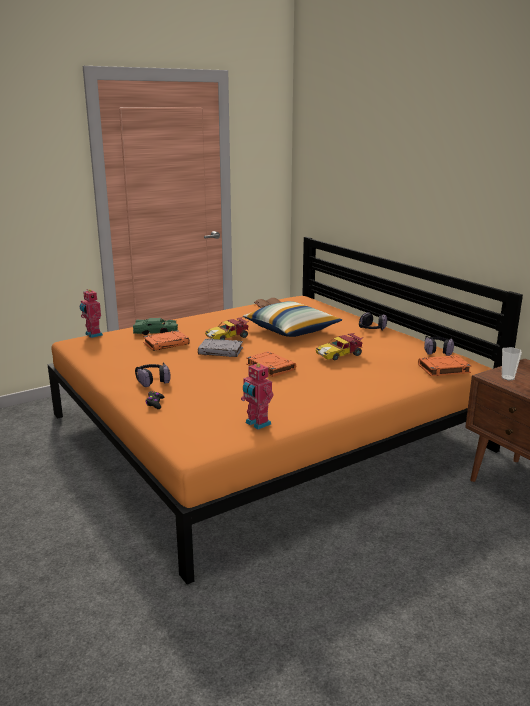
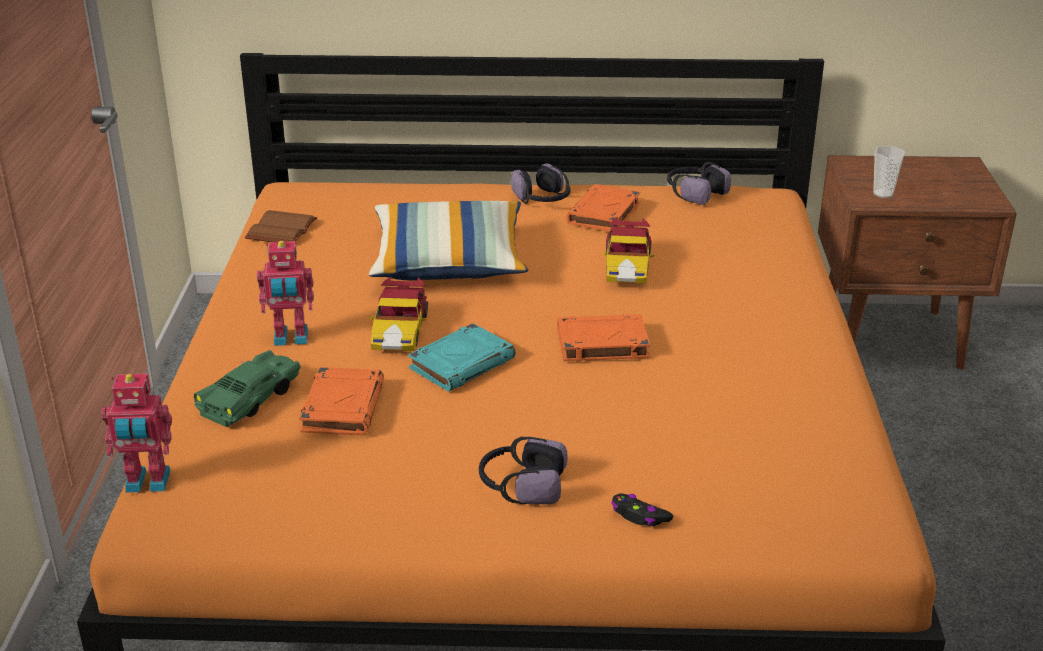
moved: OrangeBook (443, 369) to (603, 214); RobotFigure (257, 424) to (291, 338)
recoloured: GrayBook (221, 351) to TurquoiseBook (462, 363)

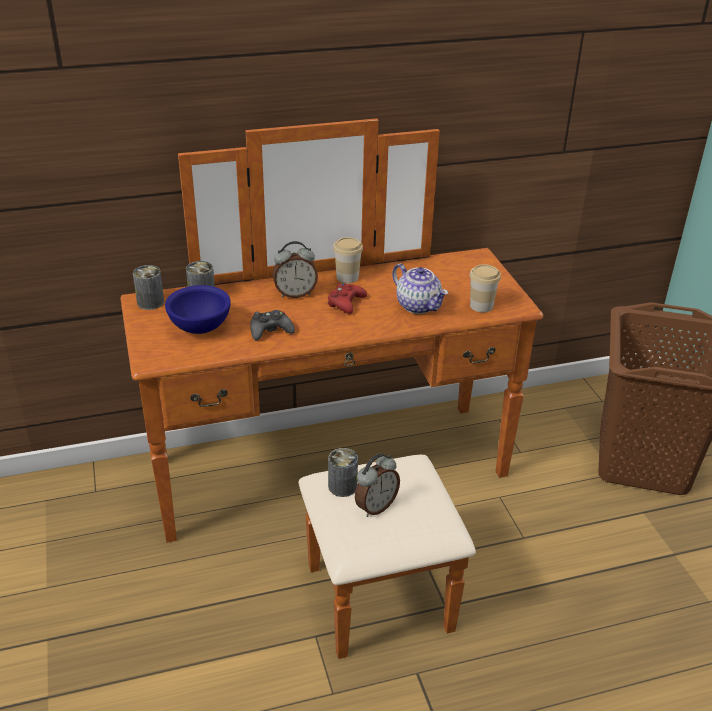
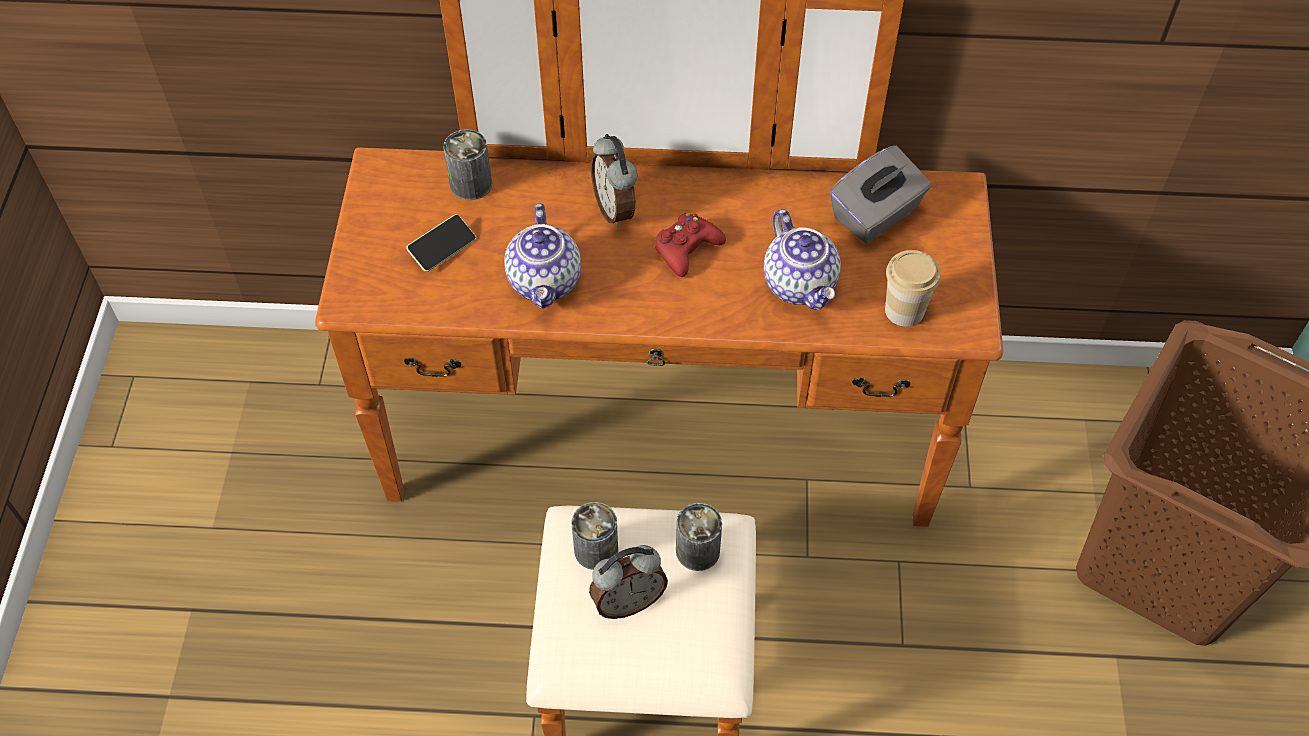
removed: DrinkingCup (347, 277)
added: GrayTissueHolder (876, 215)
moved: MetalCan (150, 302) to (697, 551)
replaced: BlueServingBowl (199, 328) to Telephone (443, 249); BlackishGameController (270, 330) to PotForTea (546, 282)
turned: TableClock (295, 294) = (615, 209) 60 degrees clockwise

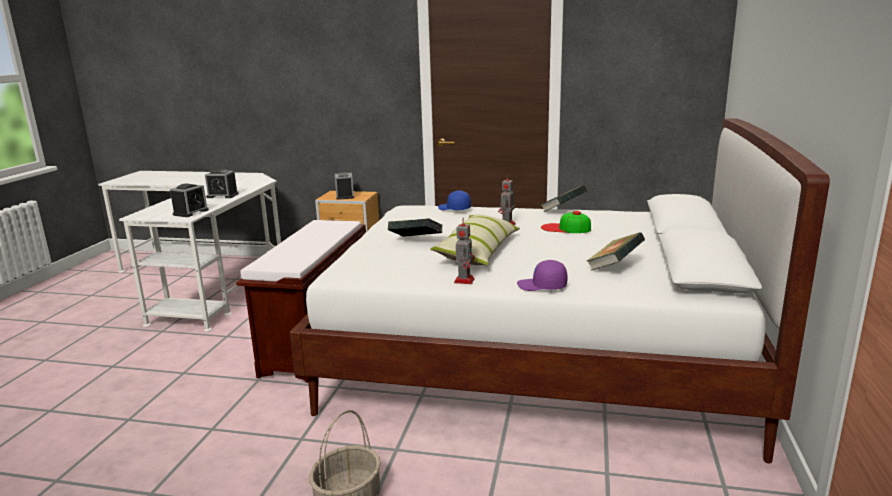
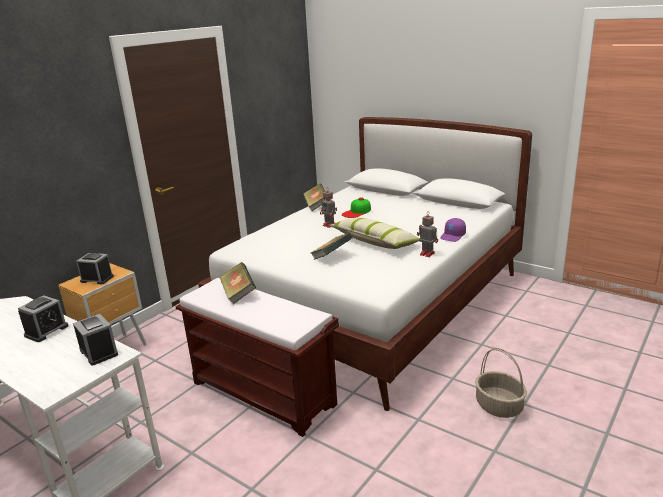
removed: BlueCap (454, 209)
moved: Book (614, 267) to (238, 294)

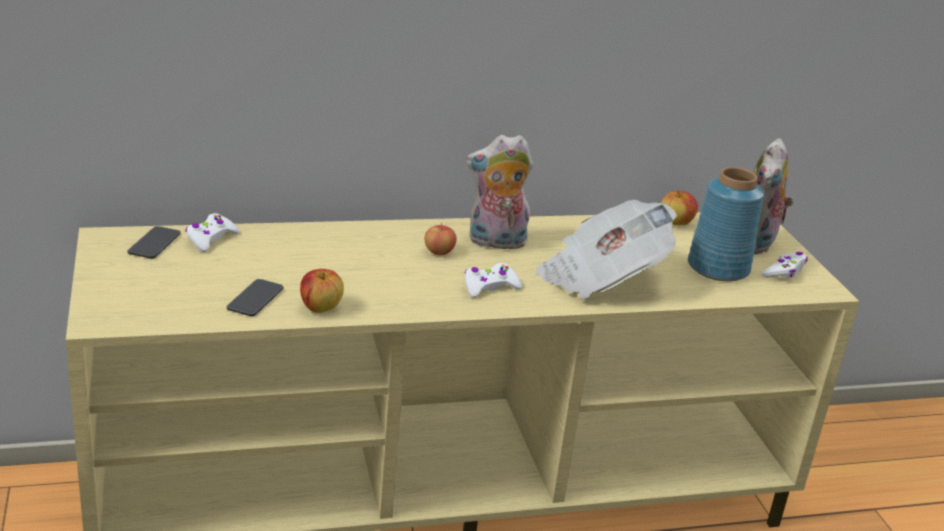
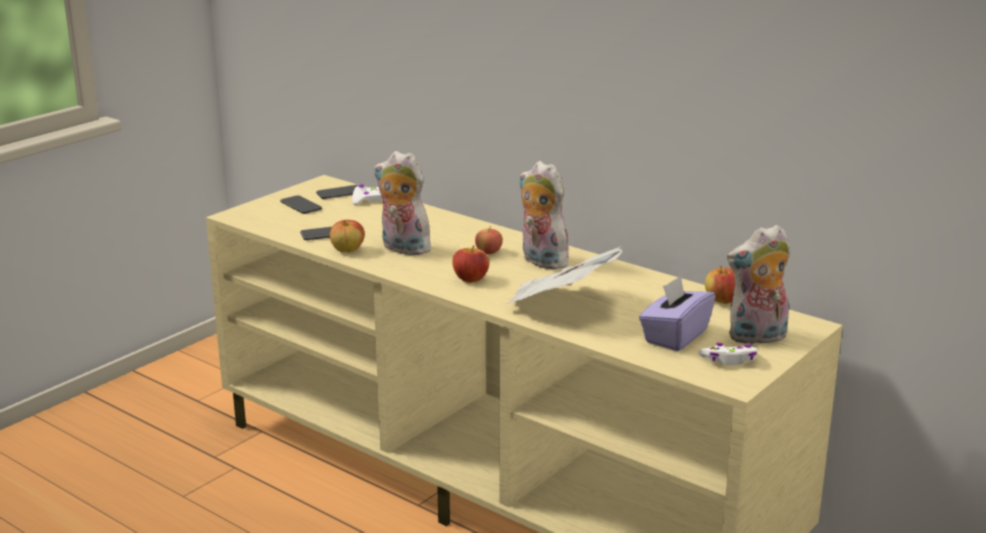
added: CuddlyToy (402, 248); Telephone (301, 206)
replaced: BlueDecorativeVase (719, 268) to PurpleColouredTissueHolder (675, 336); WhiteGameController (489, 287) to WholeApple (470, 279)

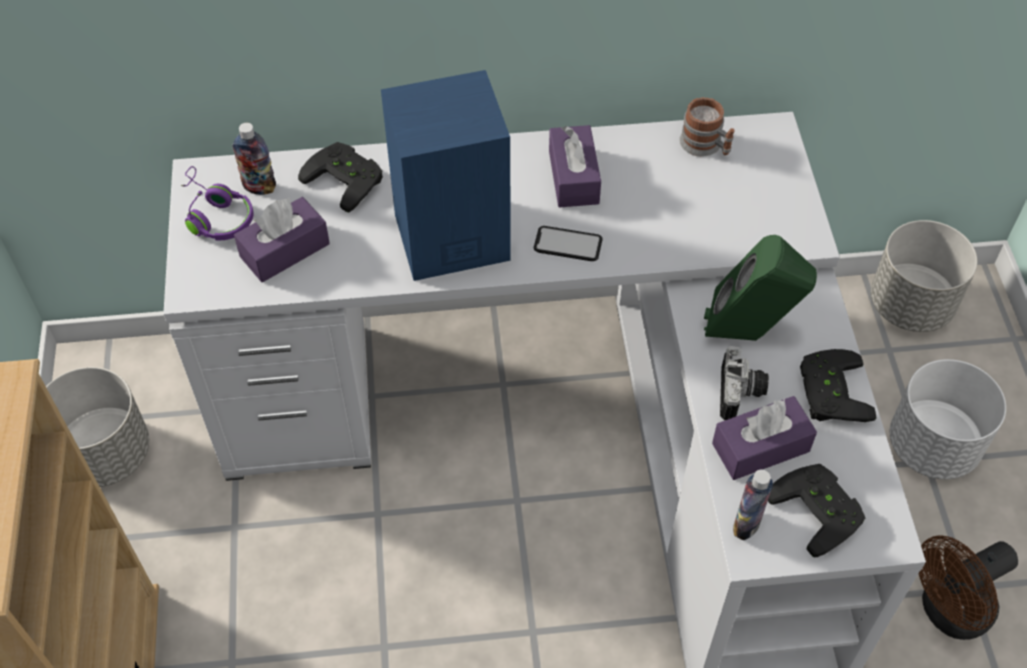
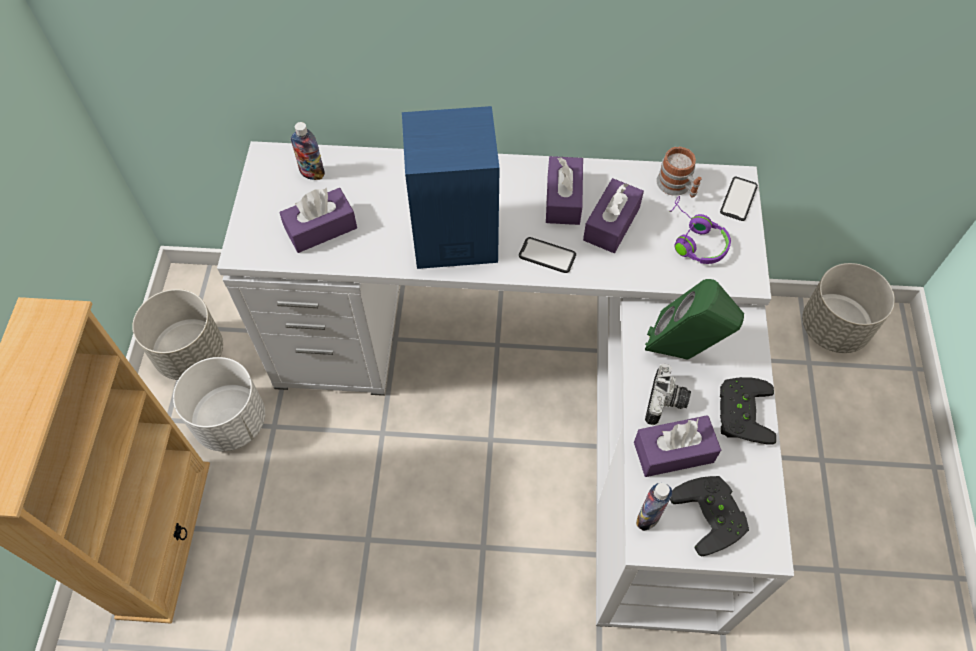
removed: BlackishGameController (347, 178); BrownishCoolingFan (948, 613)
added: Telephone (738, 199); PurpleColouredTissueHolder (611, 224)
moved: PurpleColouredPairOfHeadphones (215, 215) to (694, 240); WhitePlantPot (933, 445) to (231, 421)

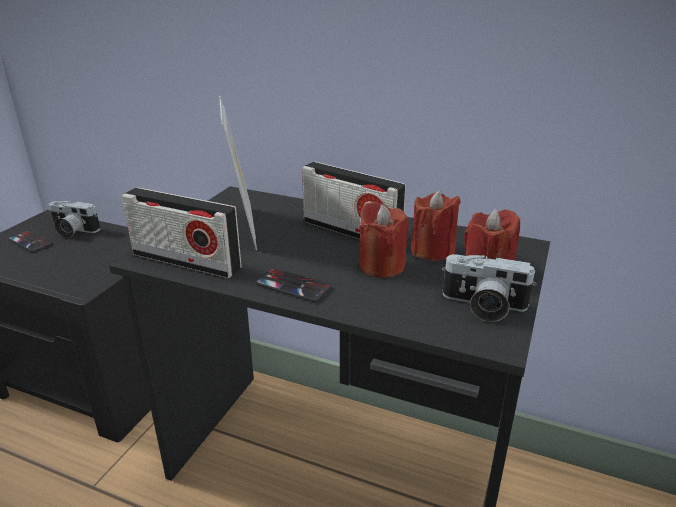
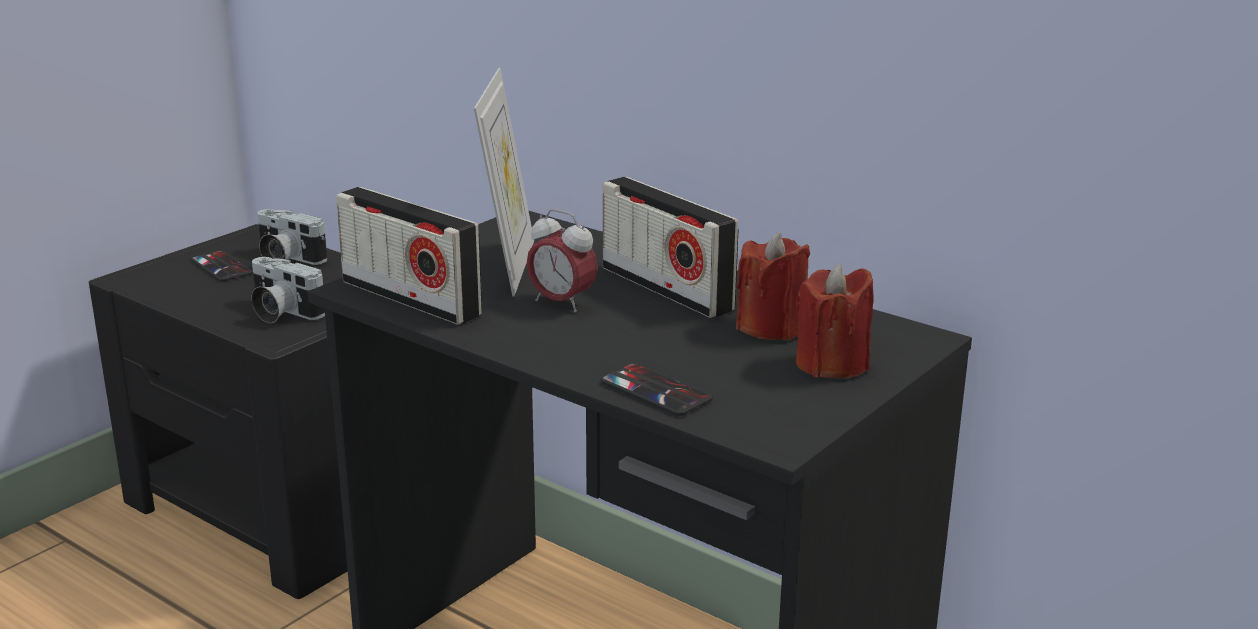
removed: RedWaxCandle (381, 266)
added: TableClock (562, 303)
moved: StillCamera (483, 306) to (281, 312); Telephone (293, 285) to (656, 391)

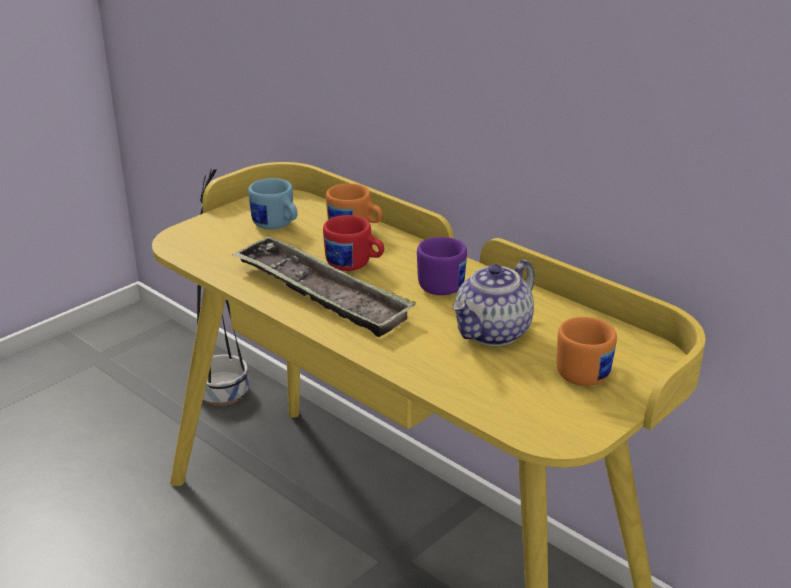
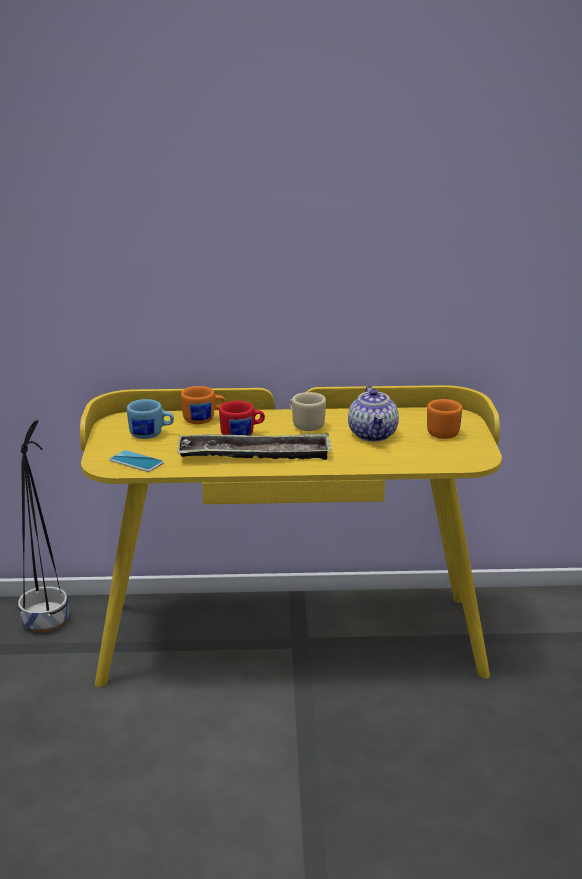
added: Telephone (136, 462)
recoloured: PurpleColouredCoffeeMug (442, 283) to SandColouredCoffeeMug (305, 425)

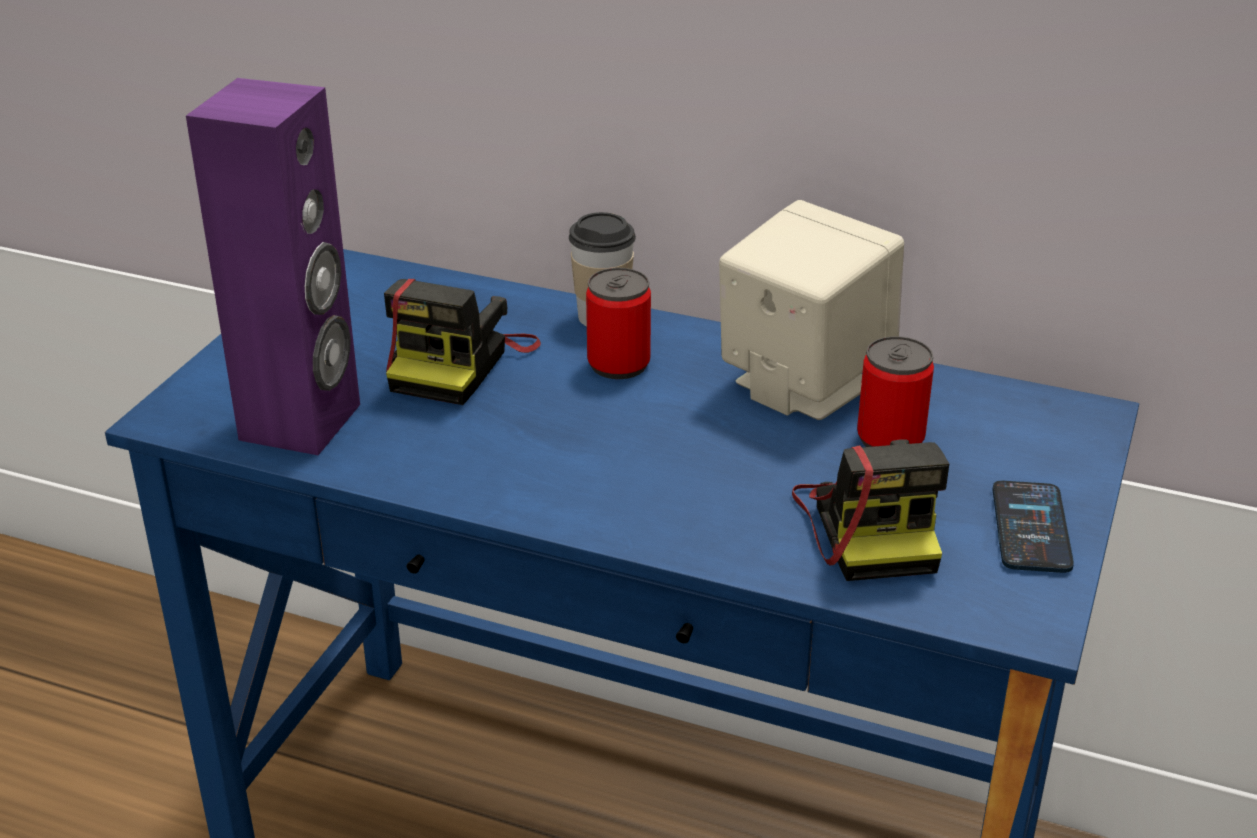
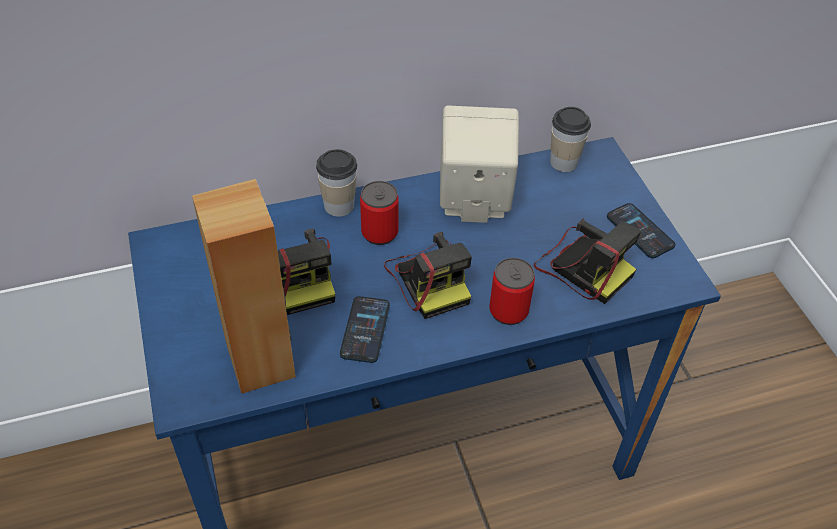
added: DrinkingCup (563, 162); StillCamera (429, 279); Telephone (365, 330)
moved: MetalCan (890, 439) to (508, 311)
recoloured: PurpleColouredAudioSpeaker (302, 422) to BrownishAudioSpeaker (262, 361)

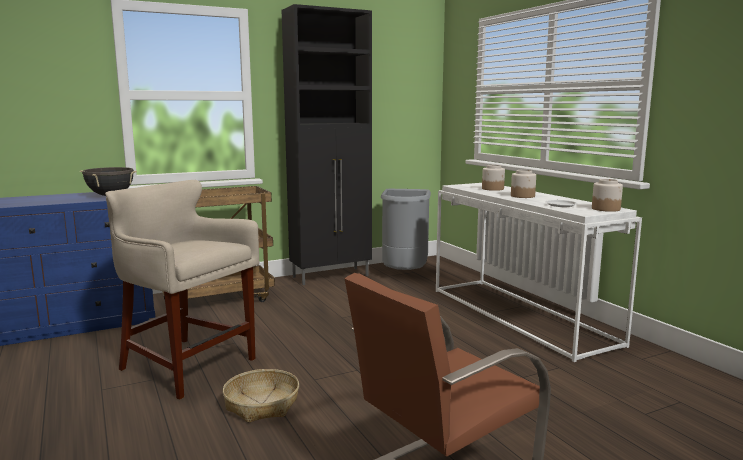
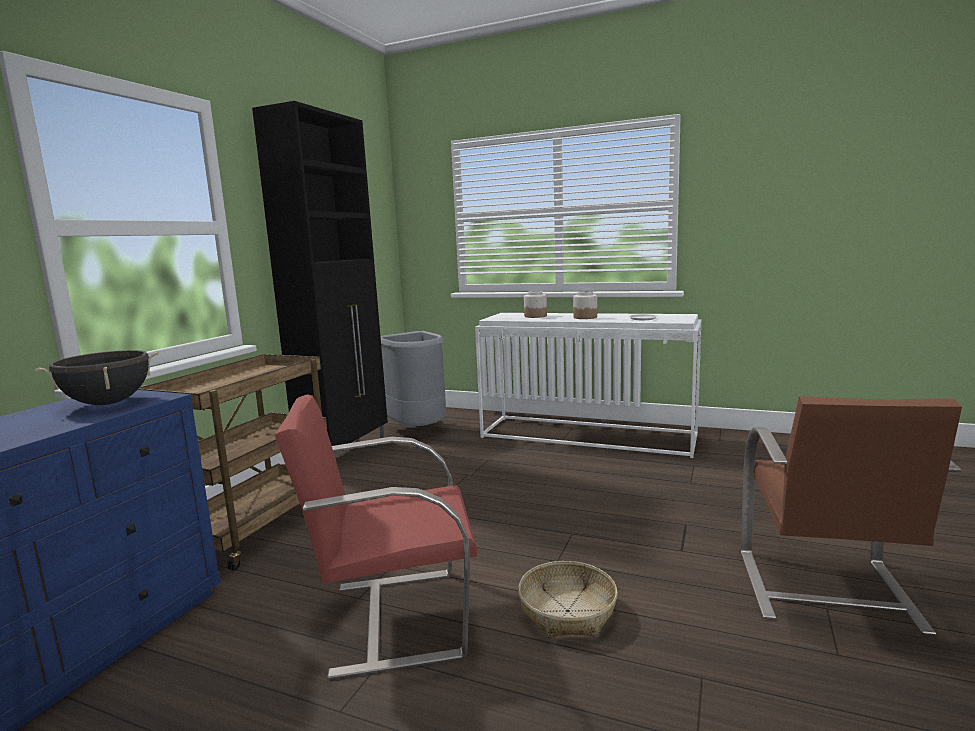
removed: PreserveJar (606, 209)
replaced: SandColouredStool (187, 366) to RedUprightChair (393, 618)

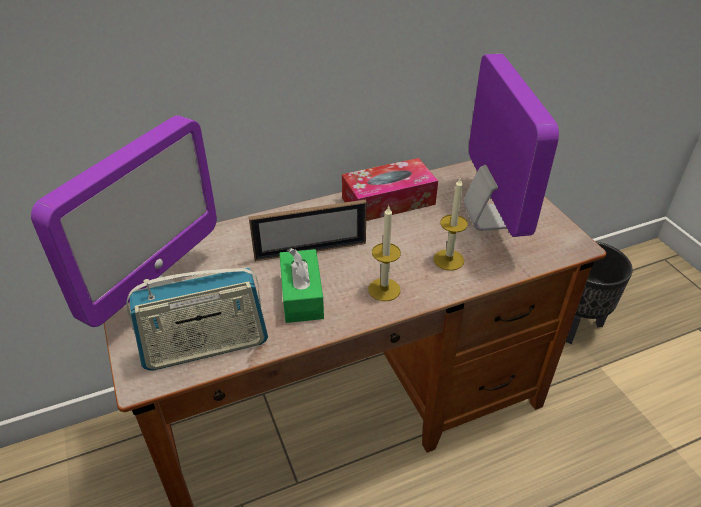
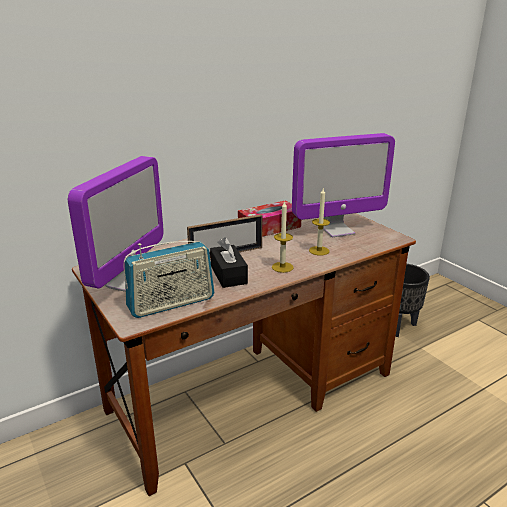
recoloured: GreenishTissueHolder (302, 296) to BlackishTissueHolder (228, 274)
turned: ComputerScreen (488, 218) = (337, 230) 90 degrees clockwise

